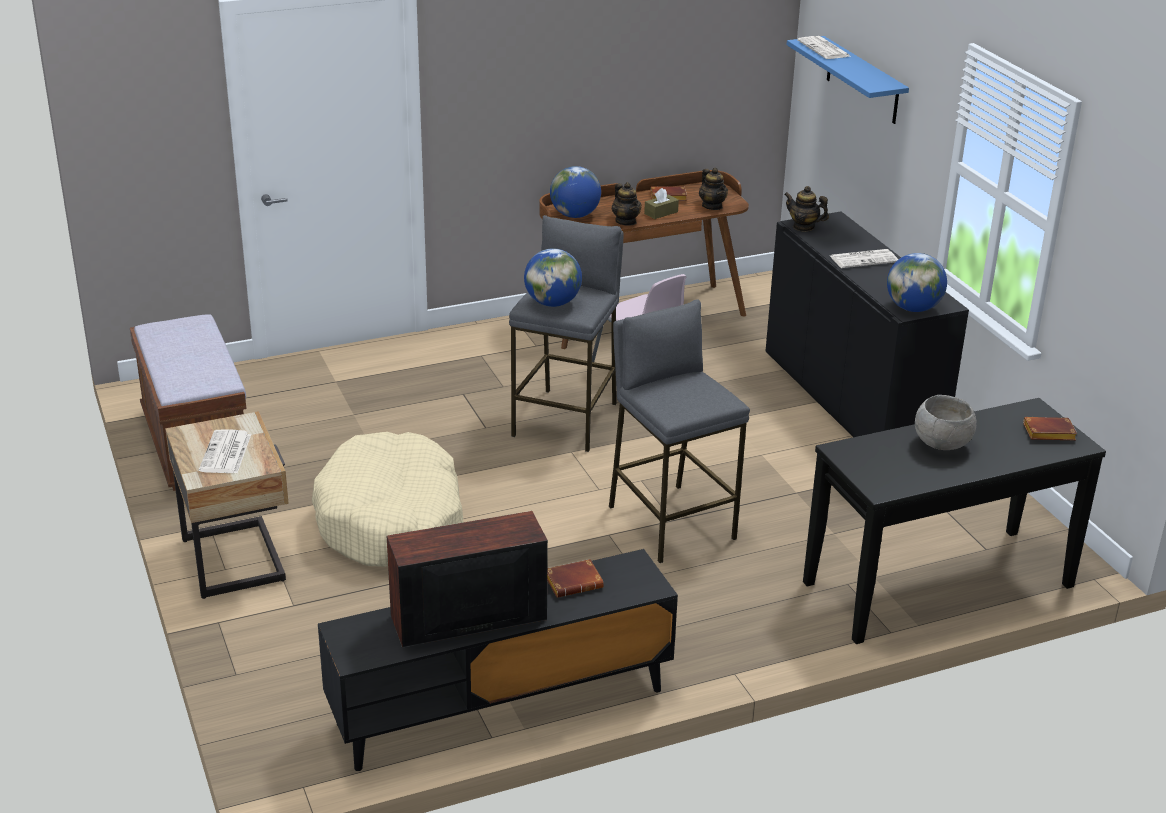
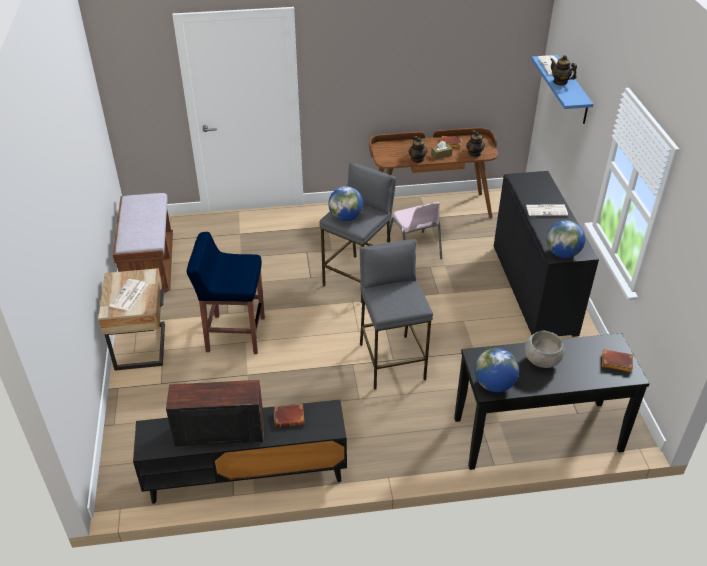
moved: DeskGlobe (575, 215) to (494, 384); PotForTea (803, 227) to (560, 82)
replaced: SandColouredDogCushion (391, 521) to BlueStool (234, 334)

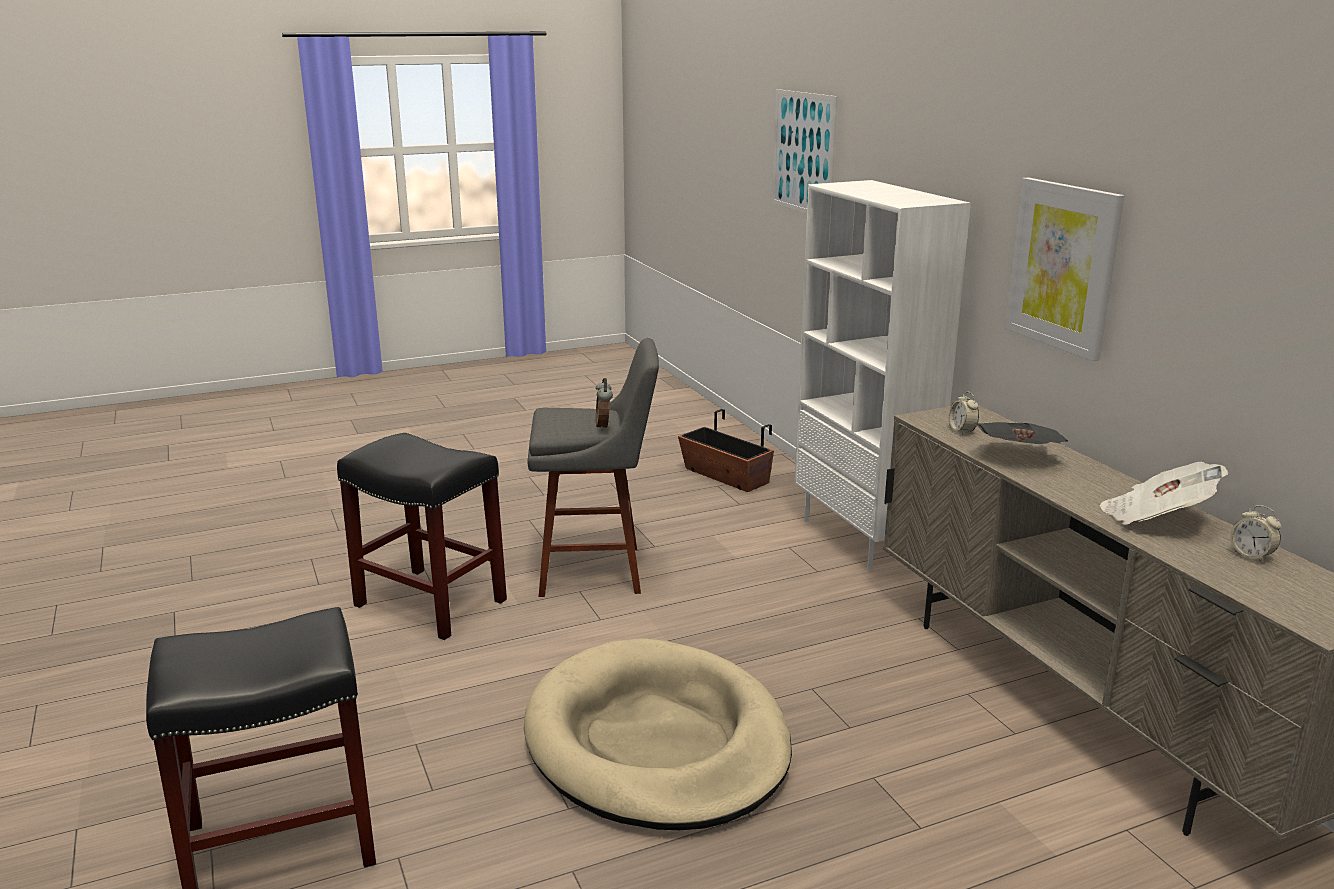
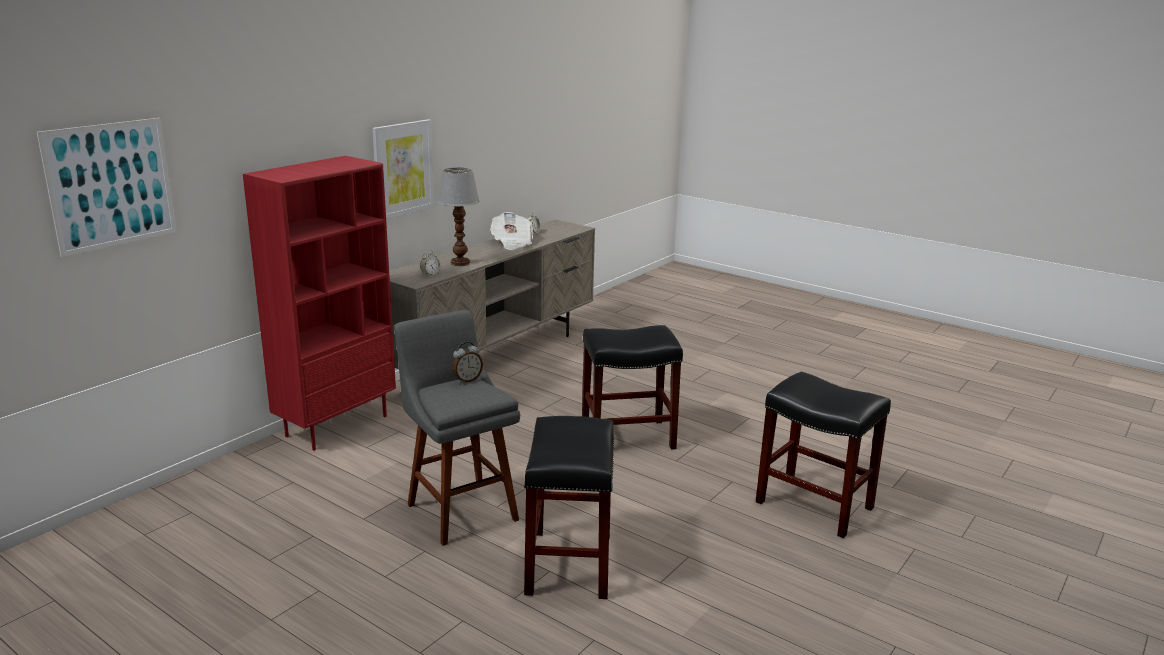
removed: PlantPot (725, 476)
replaced: DailyPaper (1018, 456) to LampForATable (459, 263); SandColouredDogCushion (657, 742) to BlackishStool (628, 436)
recoloured: WhiteShelvingUnit (862, 539) to RedShelvingUnit (336, 425)

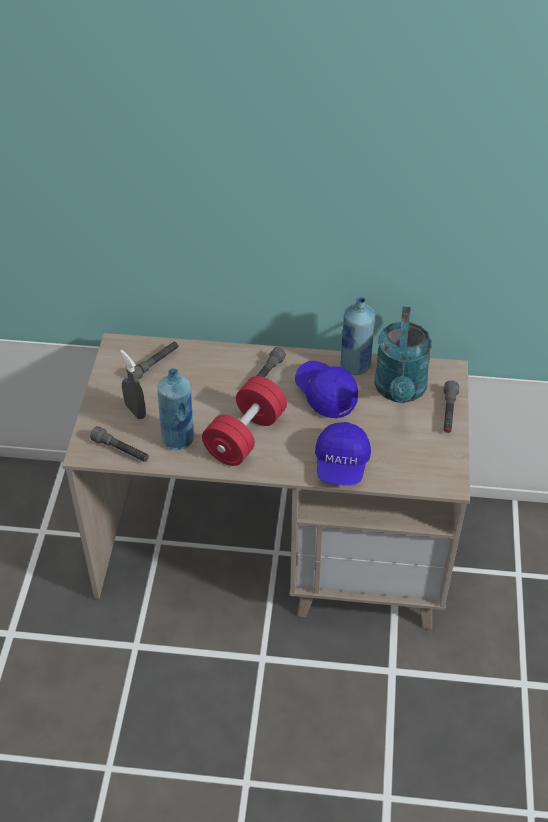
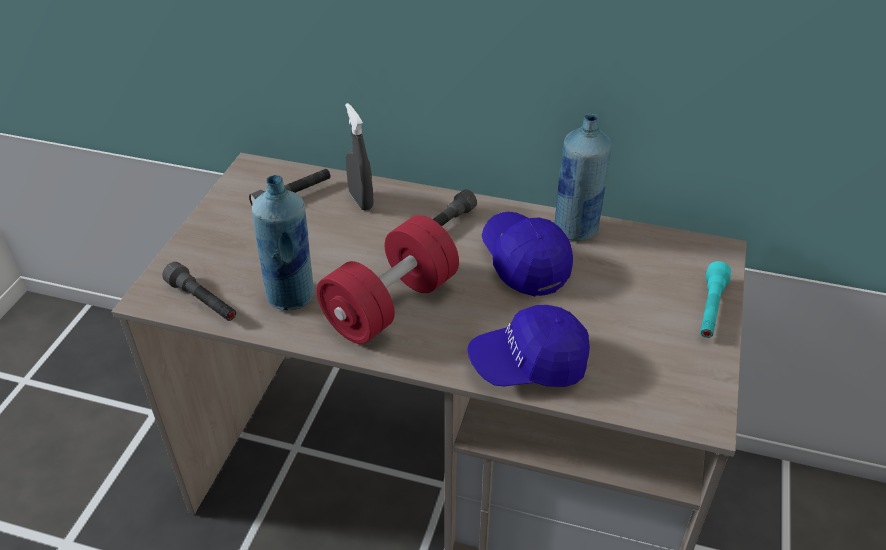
removed: TurquoiseWateringCan (400, 391)
moved: GrayHandSprayer (135, 411) to (361, 200)
recoloured: GrayFlashlight (448, 412) to TurquoiseFlashlight (710, 309)
turned: BlueCap (341, 464) = (528, 365) 60 degrees clockwise

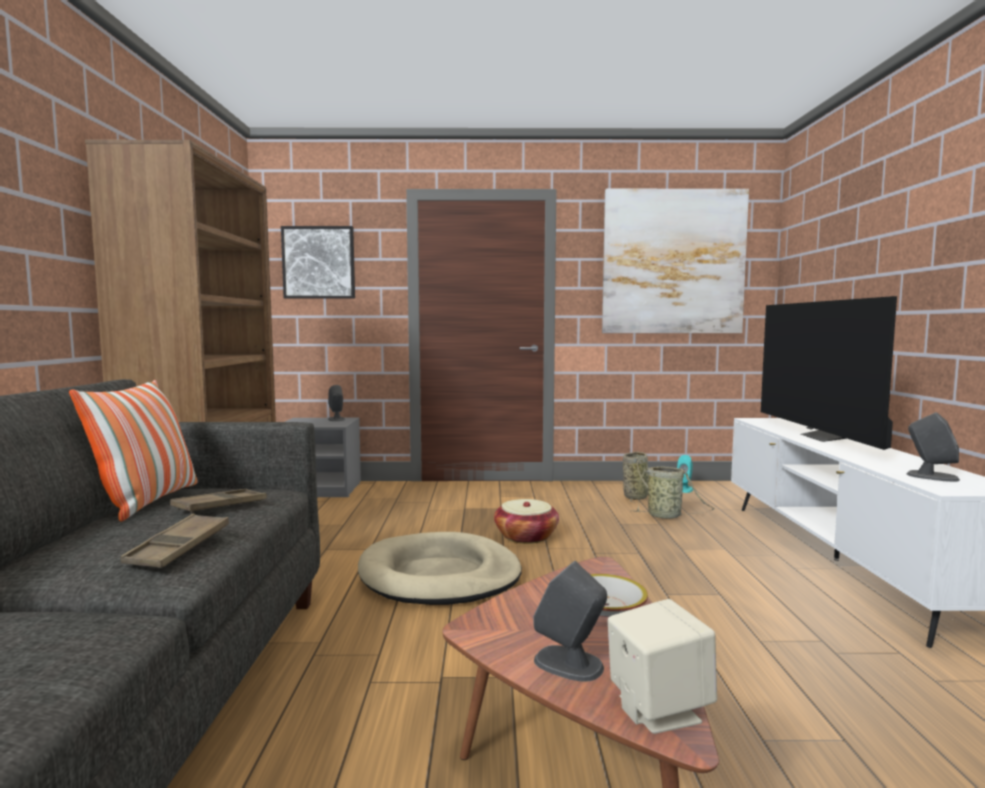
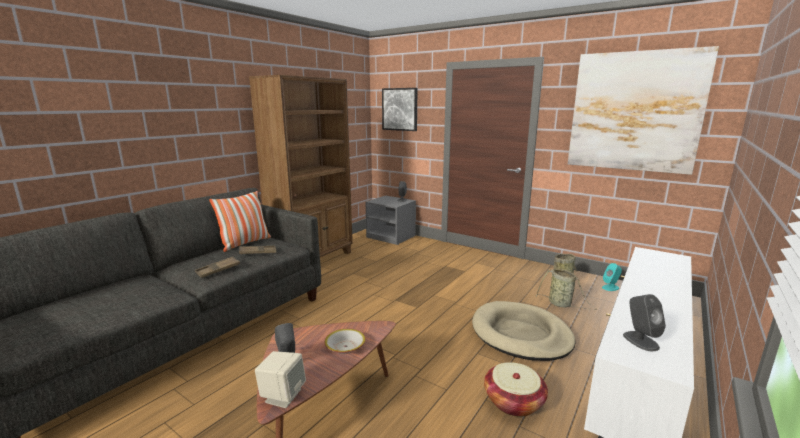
removed: Television (824, 437)
moved: Basket (526, 536) to (513, 402); SandColouredDogCushion (439, 575) to (521, 334)

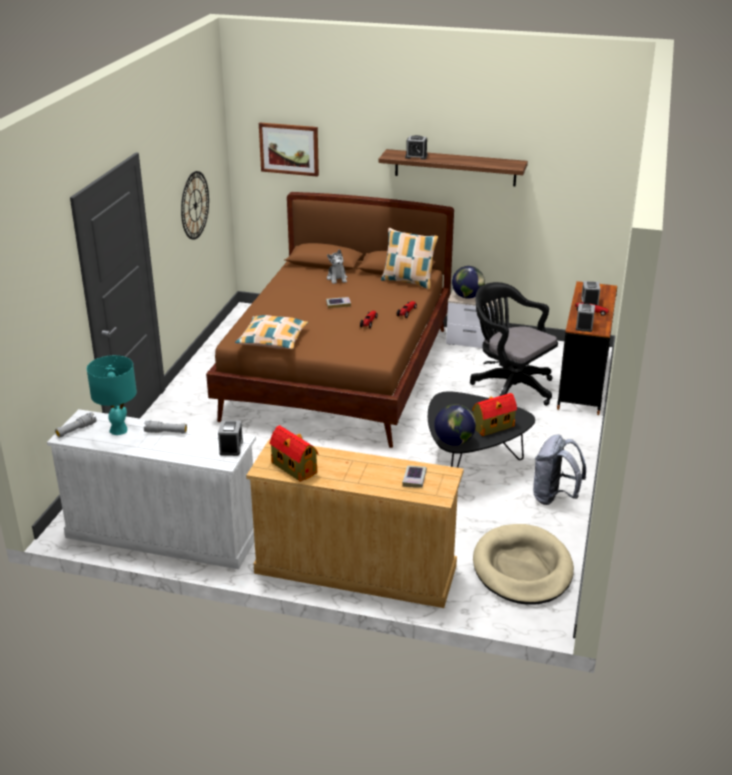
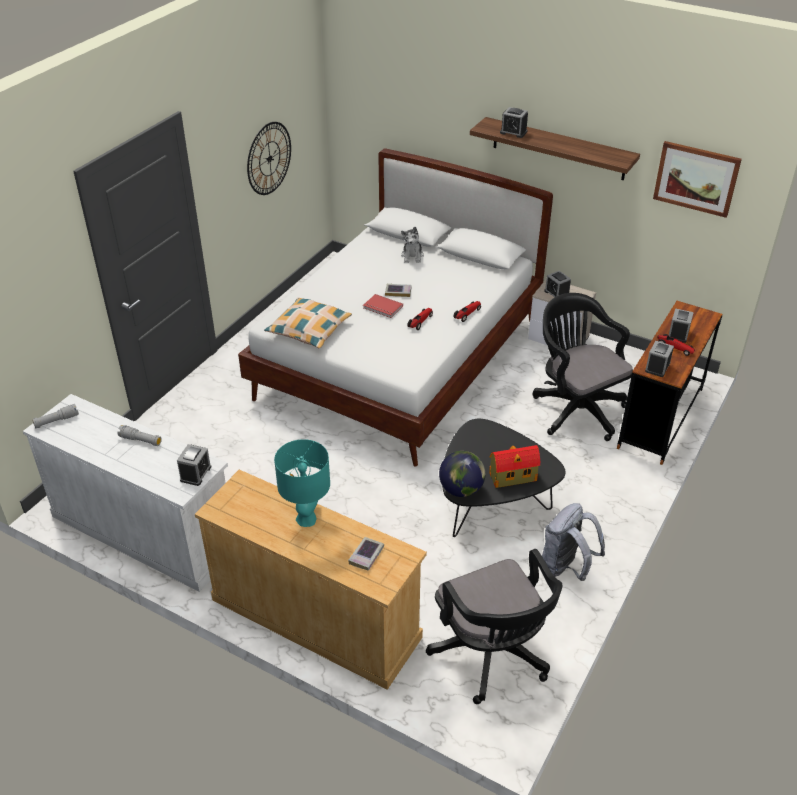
removed: Pillow (408, 281); ModelHouse (293, 467)
added: RedBook (382, 308)
moved: WallPicture (289, 149) to (696, 178); TurquoiseLampForATable (119, 430) to (307, 518)
replaced: DeskGlobe (467, 296) to TableClock (556, 293); SandColouredDogCushion (522, 569) to BlackishDeskChair (492, 657)
recoloured: BrownishBed (339, 372) to WhiteBed (400, 358)

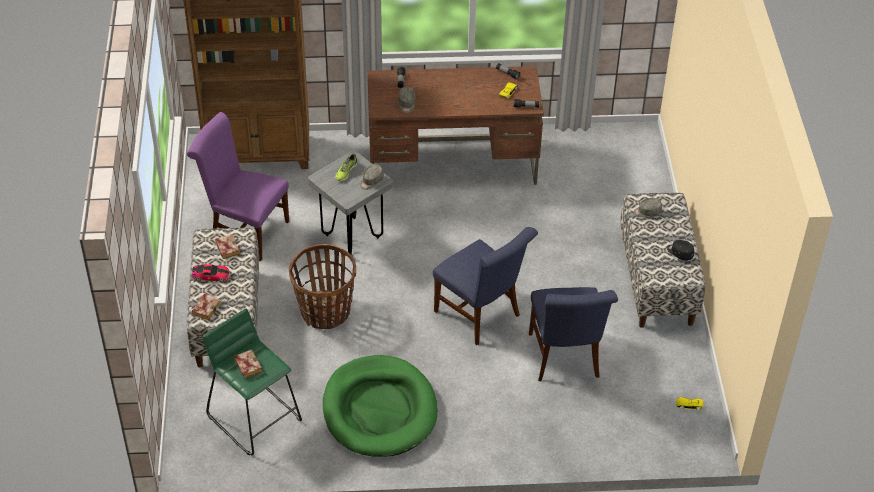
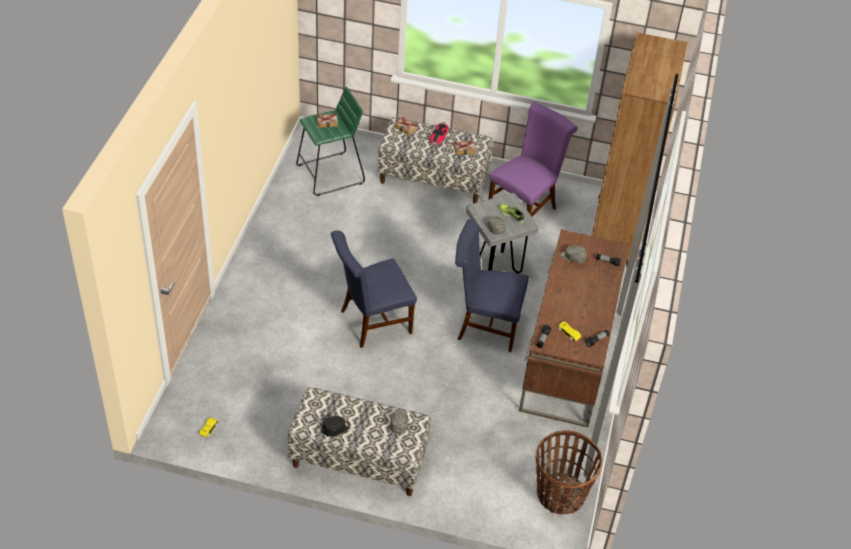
removed: GreenishDogCushion (379, 410)
moved: Basket (325, 312) to (560, 494); BlueUprightChair (565, 359) to (484, 325)

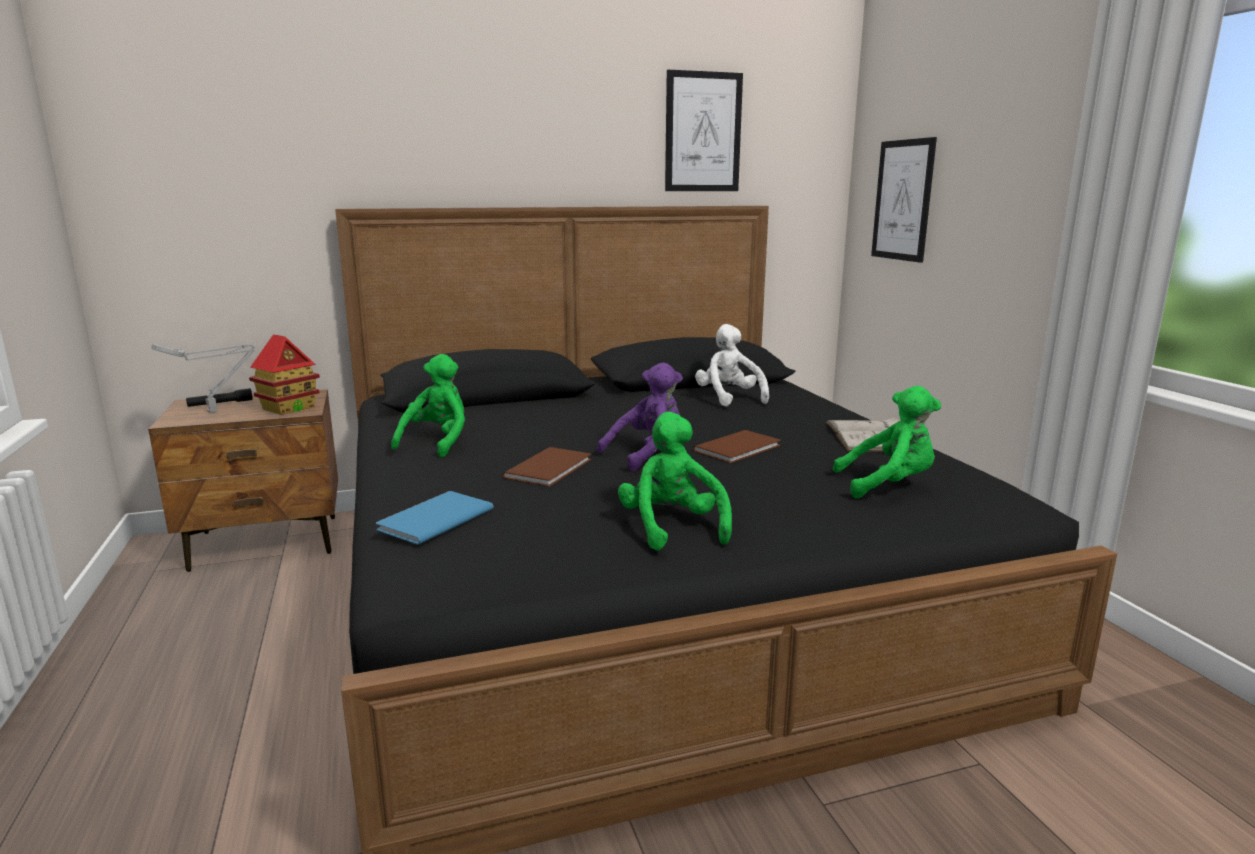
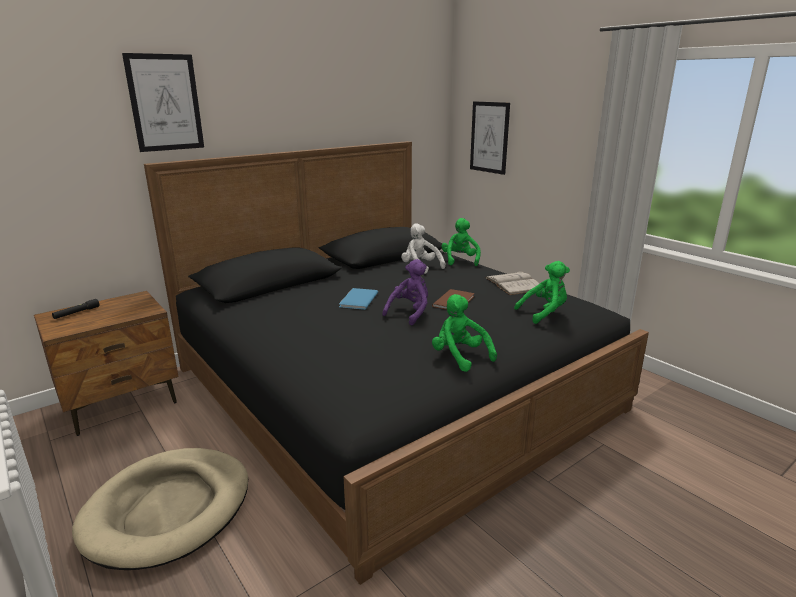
removed: ModelHouse (289, 408); GrayLampForATable (215, 411); BrownishBook (552, 468)
added: SandColouredDogCushion (168, 510)
moved: WallPicture (703, 132) to (165, 103); GreenishCuddlyToy (437, 442) to (460, 260); BlueBook (432, 519) to (357, 300)

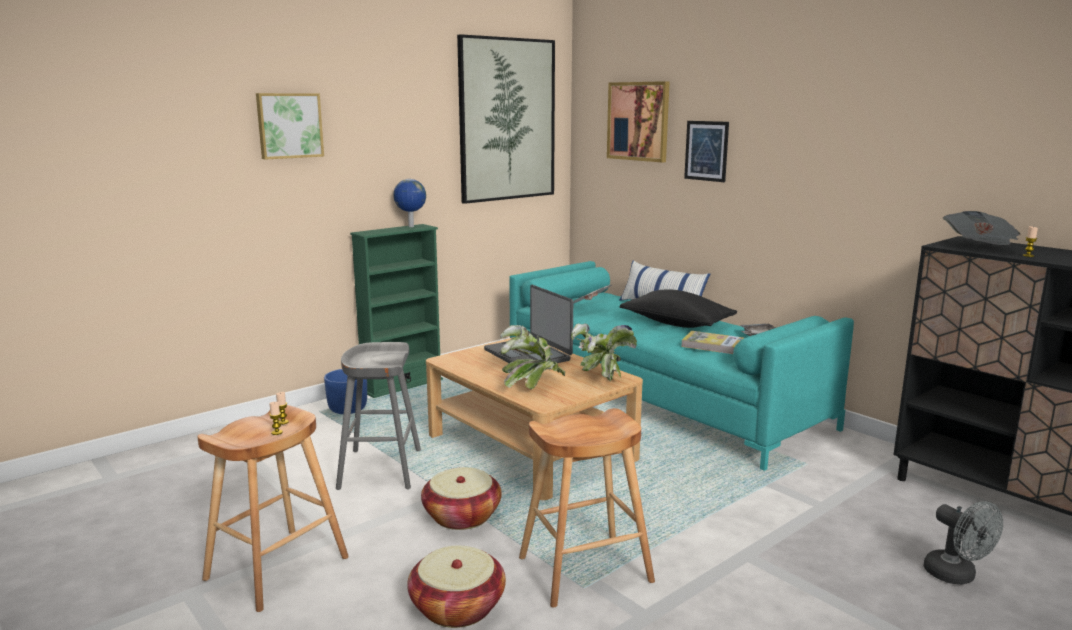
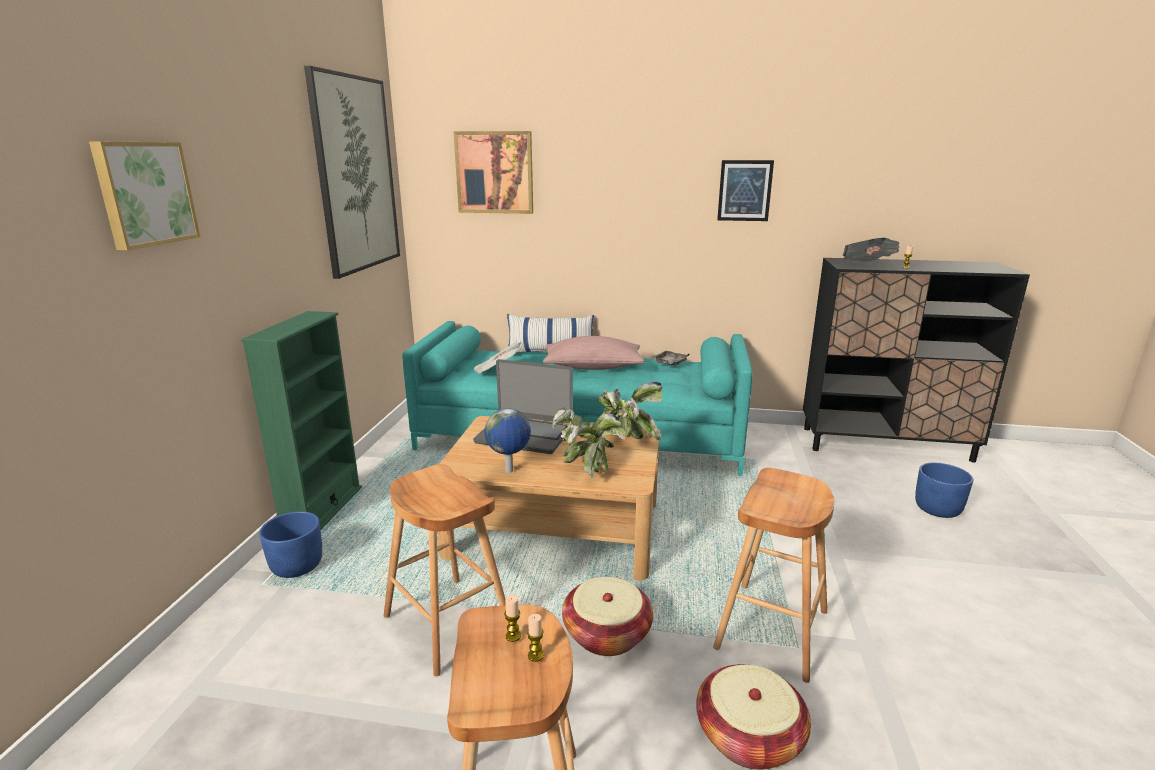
removed: Book (712, 345)
moved: WallPicture (706, 151) to (745, 190); DeskGlobe (411, 226) to (509, 471)
replaced: GrayCoolingFan (956, 576) to BluePlantPot (937, 509)
recoloured: BlackishPillow (676, 324) to PinkColouredPillow (593, 367); GrayStool (380, 469) to BrownishStool (448, 624)

